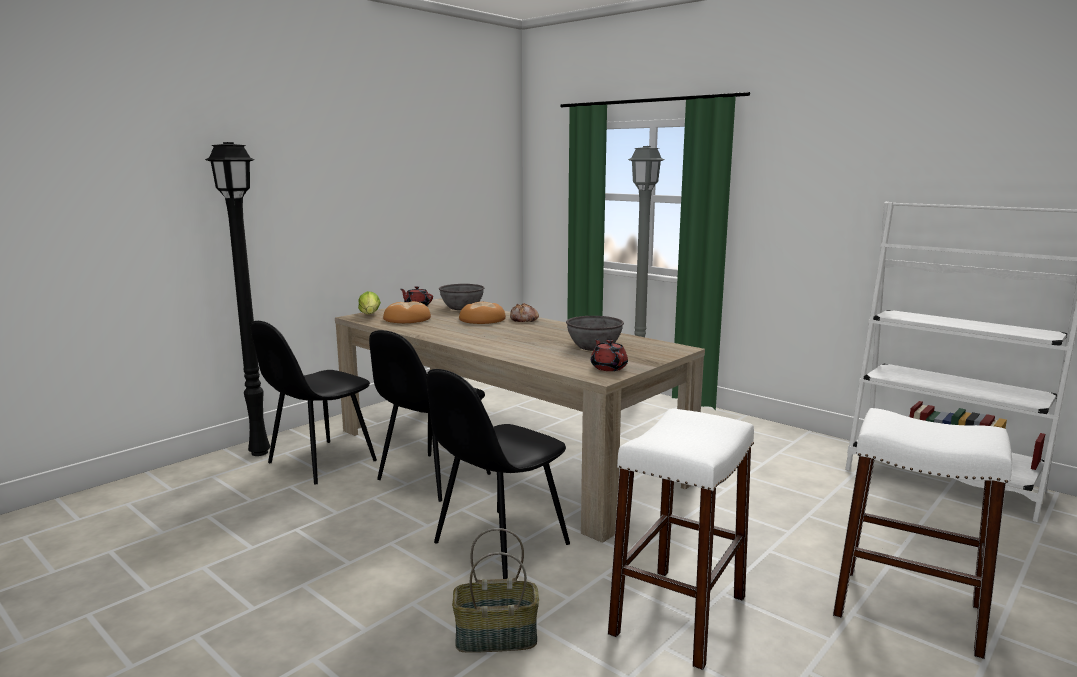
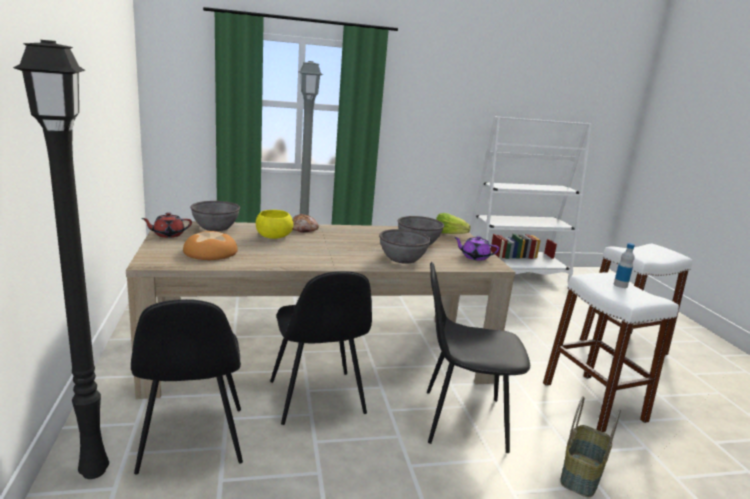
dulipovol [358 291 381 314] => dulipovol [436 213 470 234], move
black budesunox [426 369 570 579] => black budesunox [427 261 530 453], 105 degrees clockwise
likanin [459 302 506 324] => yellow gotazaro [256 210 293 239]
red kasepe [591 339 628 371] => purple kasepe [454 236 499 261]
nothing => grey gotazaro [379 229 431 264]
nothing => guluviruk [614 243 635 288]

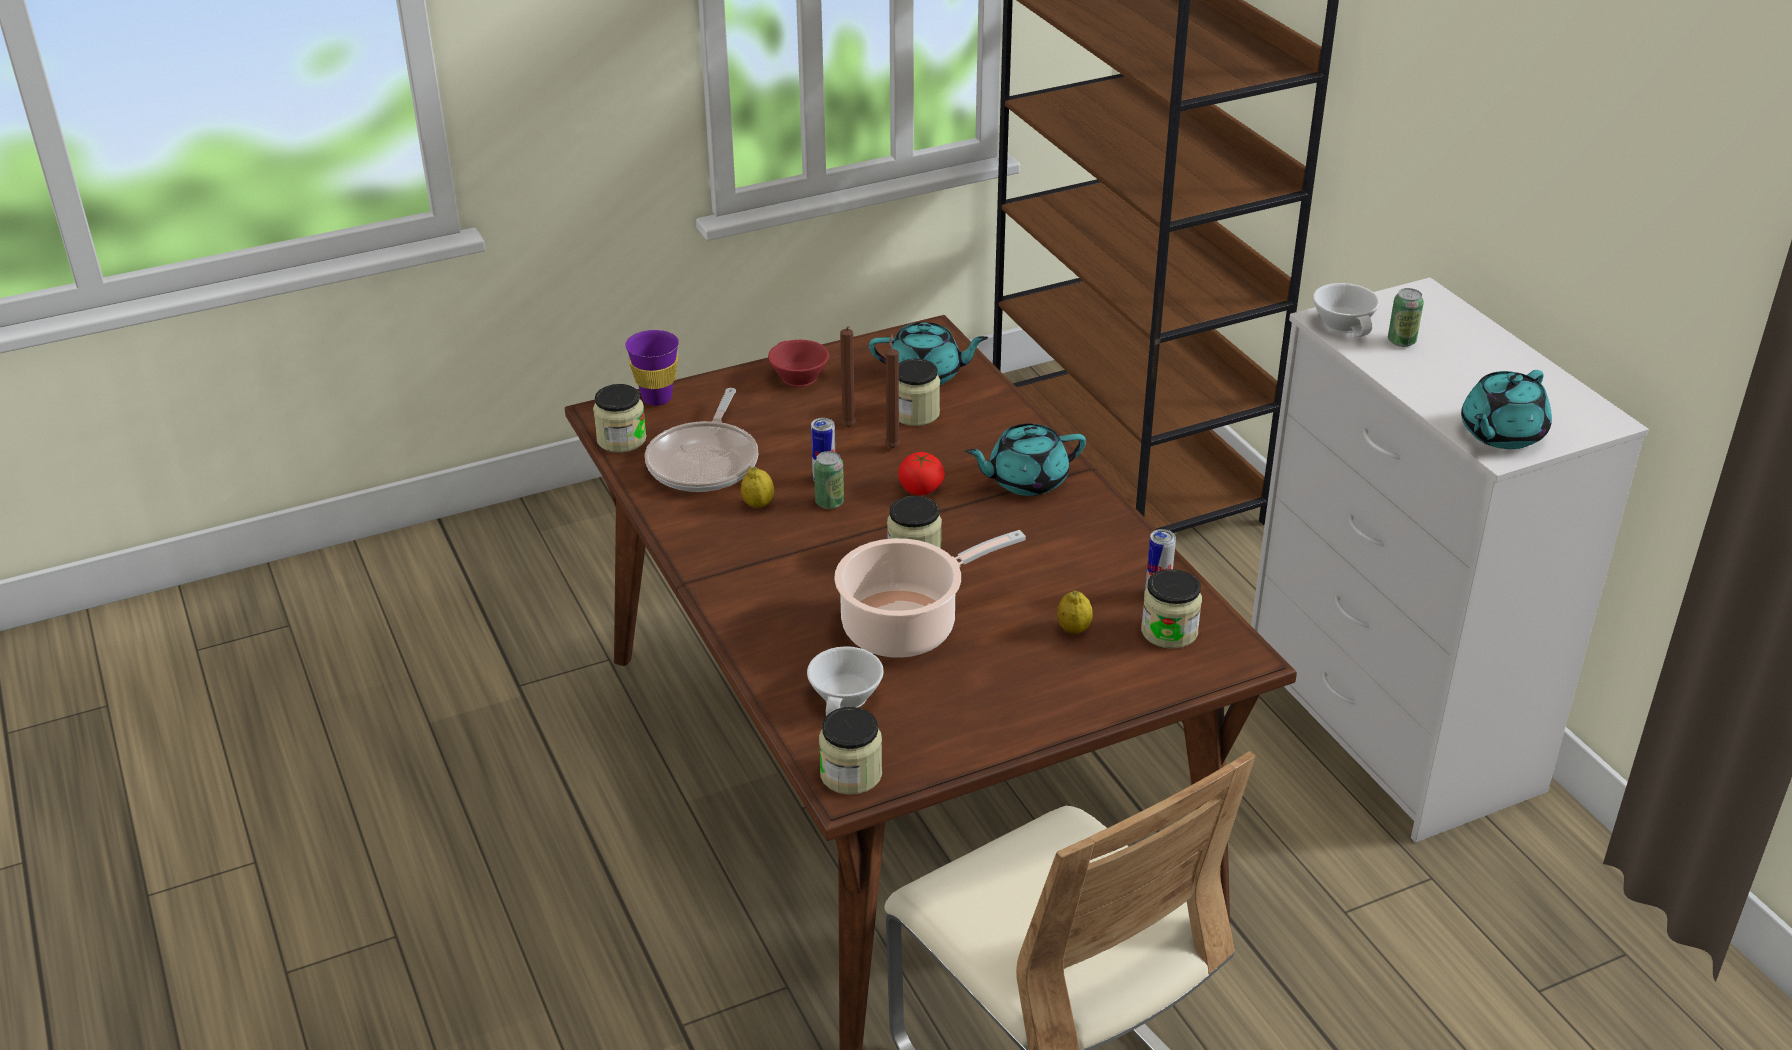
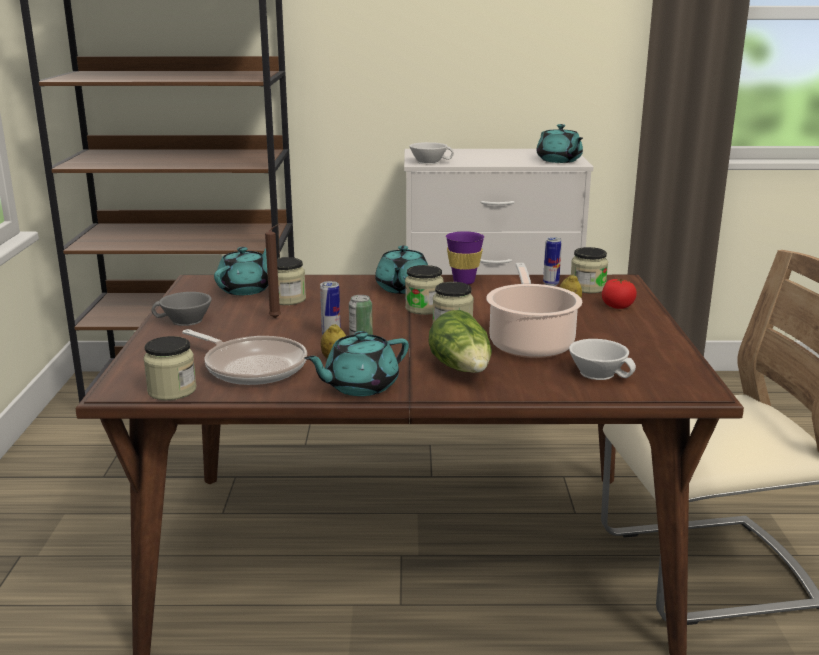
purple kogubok [625 330 679 406] => purple kogubok [446 231 484 284], move
red kogubok [768 340 829 387] => grey kogubok [151 292 212 326]
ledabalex [819 707 882 795] => ledabalex [405 265 444 315], move
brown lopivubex [885 334 900 448] => nothing
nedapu [898 452 945 495] => nedapu [602 278 637 309], move
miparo [1388 288 1424 347] => nothing
nothing => turquoise kasepe [304 331 409 396]
nothing => dulipovol [429 310 492 373]

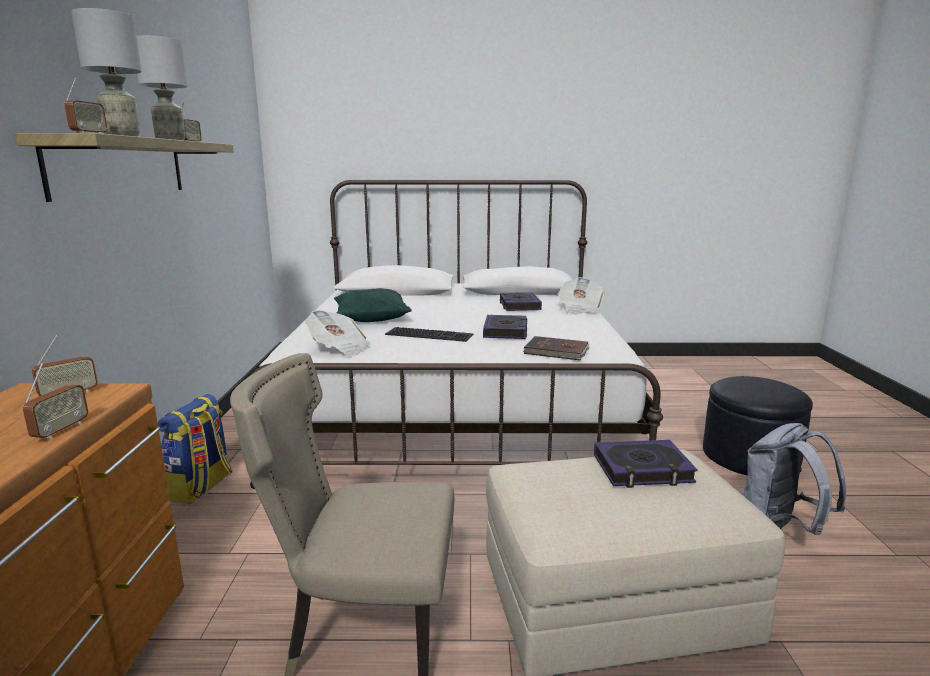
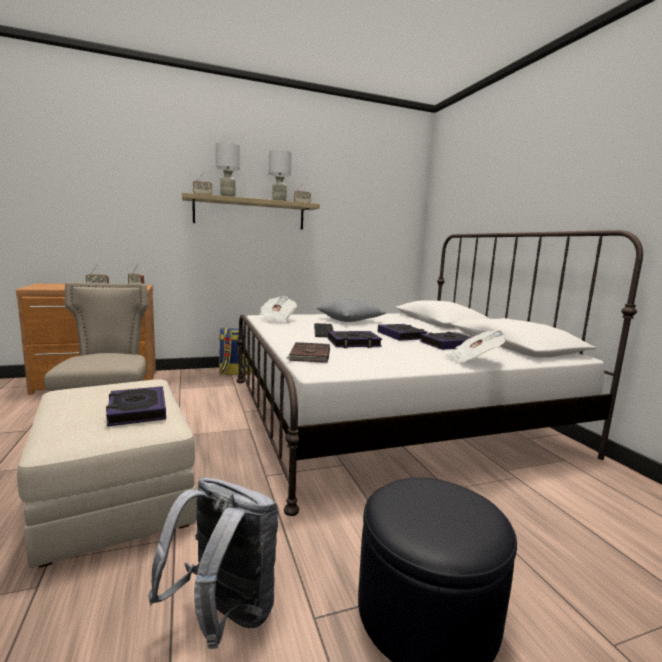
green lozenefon [334 288 412 322] => grey lozenefon [317 299 387 322]
nothing => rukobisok [378 324 428 341]

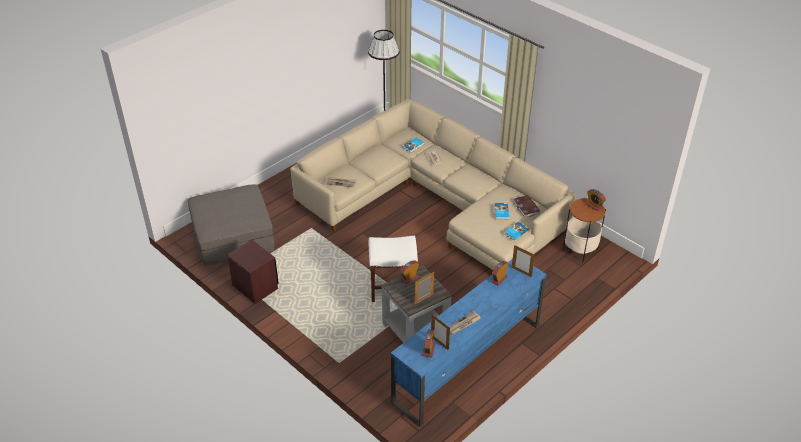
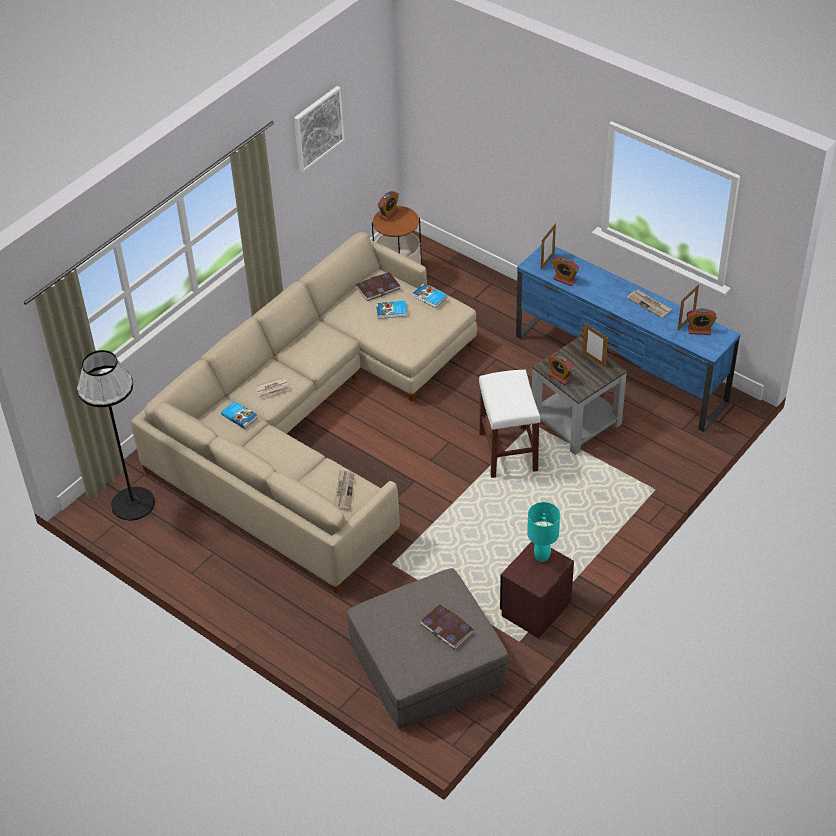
nothing => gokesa [294 86 344 172]
nothing => rukobisok [420 604 473 649]
nothing => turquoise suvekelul [527 502 560 562]

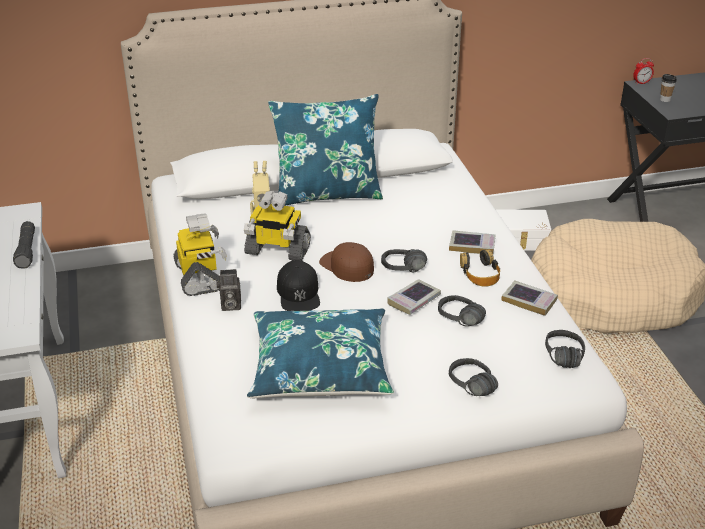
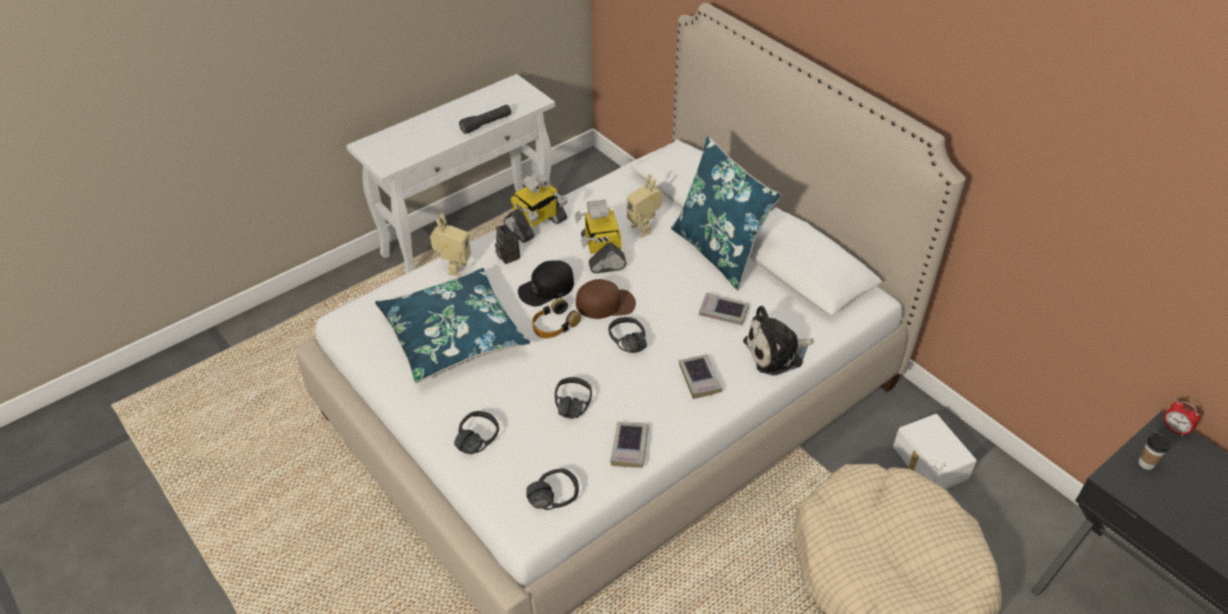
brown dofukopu [319 242 374 282] => brown dofukopu [576 279 636 319], 60 degrees clockwise
rukobisok [387 279 441 315] => rukobisok [699 292 749 325], move
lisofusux [460 249 500 287] => lisofusux [532 298 581 338], move
nothing => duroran [430 213 471 277]
nothing => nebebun [743 306 814 375]

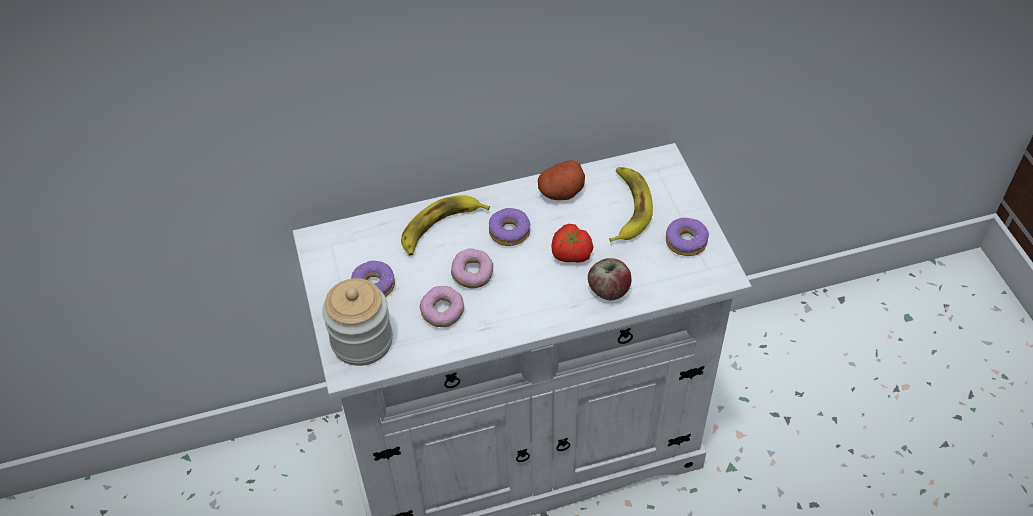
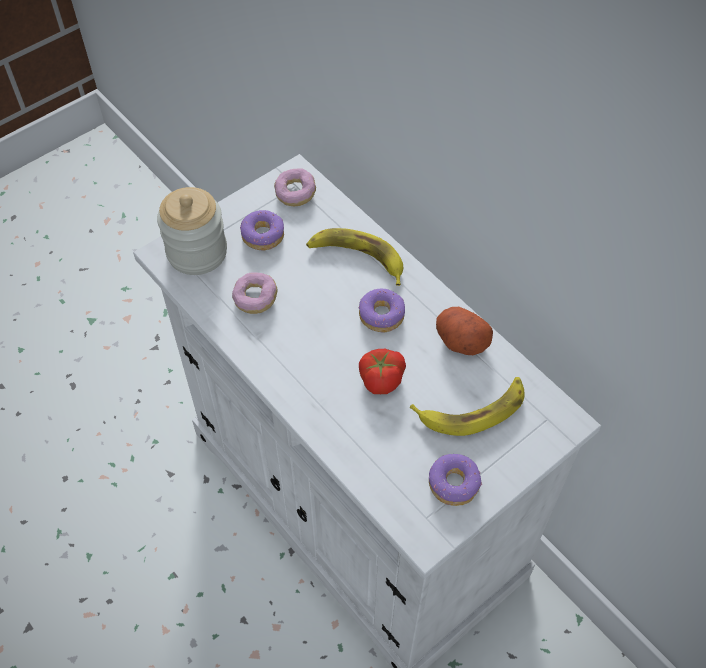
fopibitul [451 249 493 288] => fopibitul [274 168 316 206], move
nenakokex [588 258 631 300] => nothing

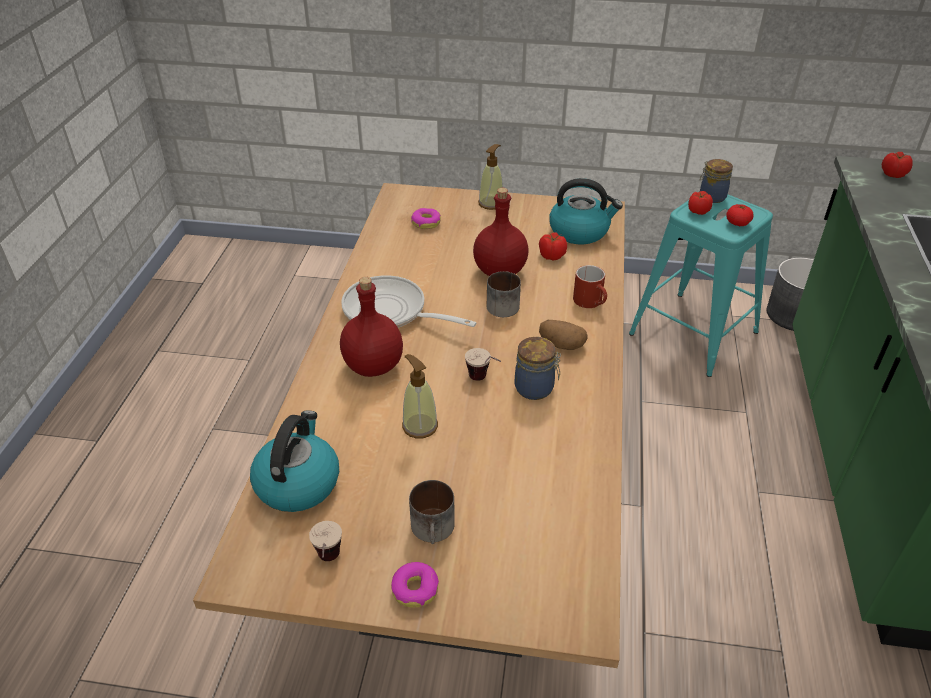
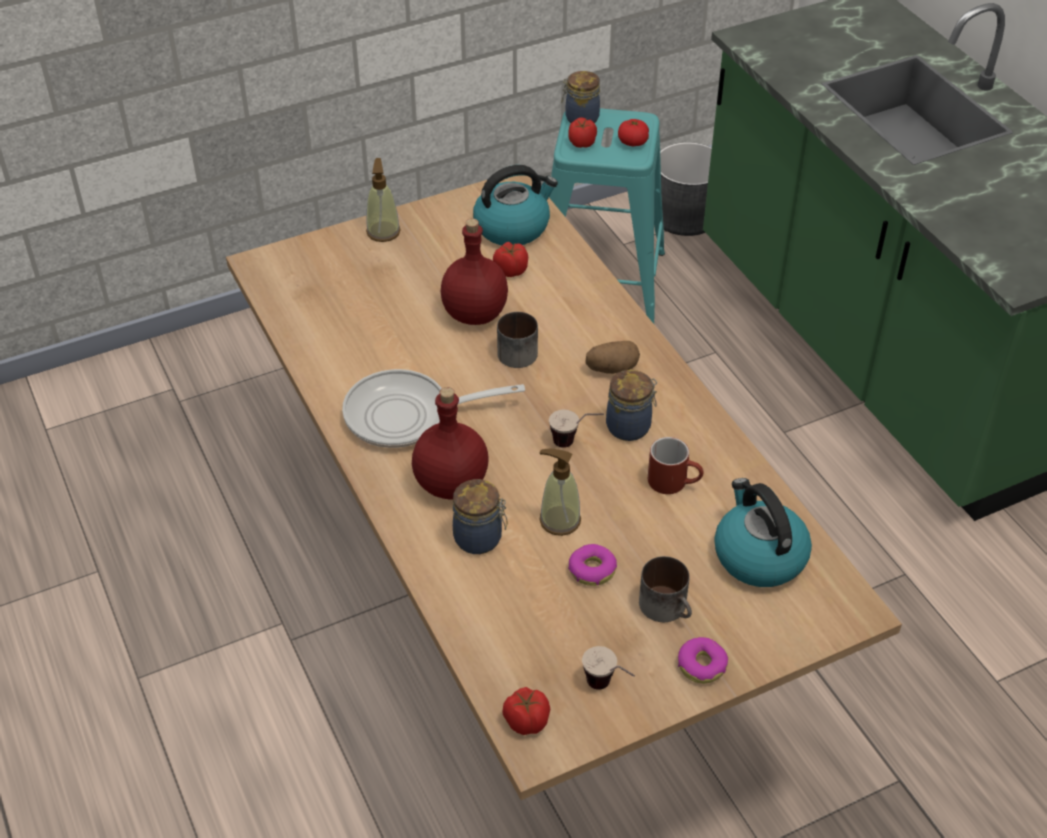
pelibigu [250 410 339 512] => pelibigu [714 478 812 587], move
fopibitul [411 208 441 229] => fopibitul [568 544 617 586], move
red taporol [573 265 607 308] => red taporol [648 437 704 494], move
nedapu [882 152 913 178] => nedapu [502 687 550 735], move
nothing => ledabalex [453 479 508 554]

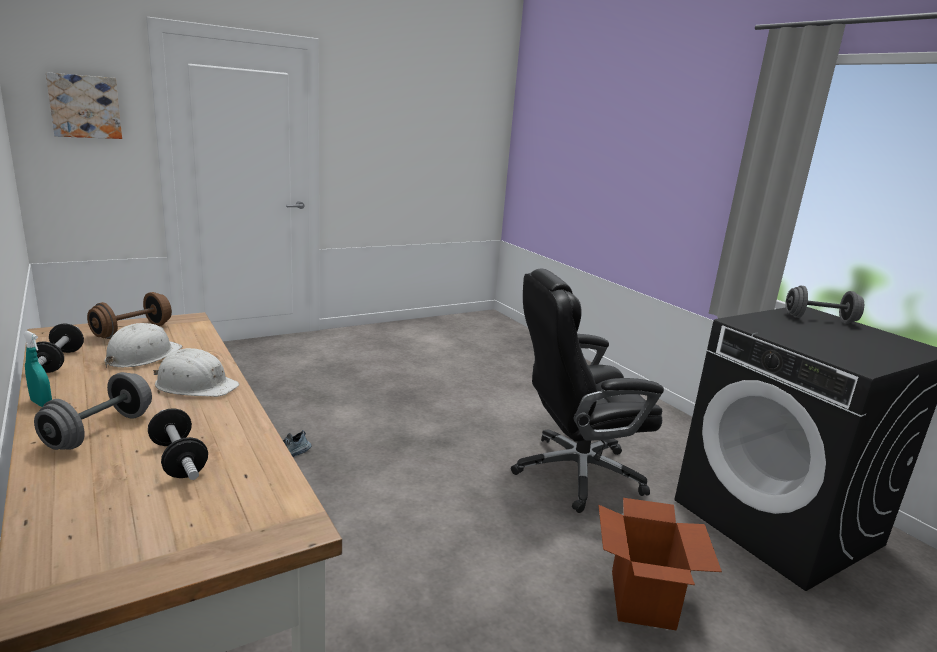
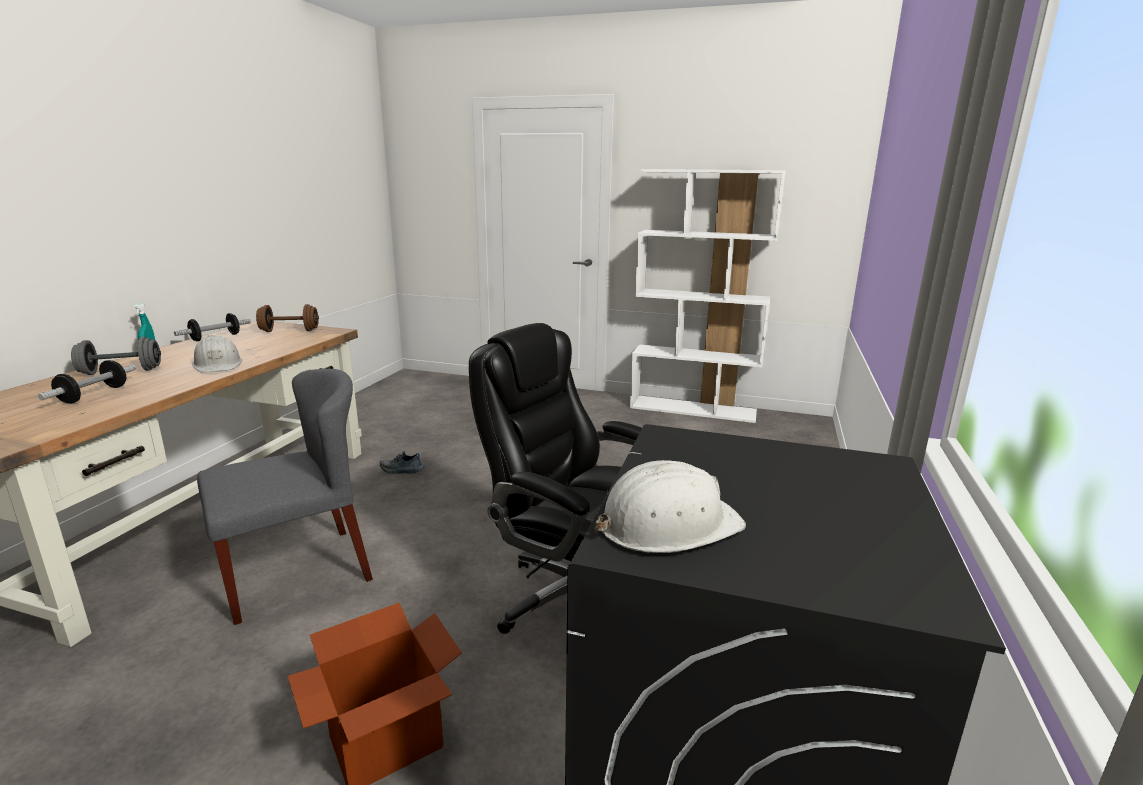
gokesa [46 72 122 139] => nothing
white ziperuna [104 323 182 368] => white ziperuna [595 460 746 553], move
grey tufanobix [785 286 864 324] => nothing
nothing => grey budesunox [197 369 373 625]
nothing => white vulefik [630 169 786 423]

